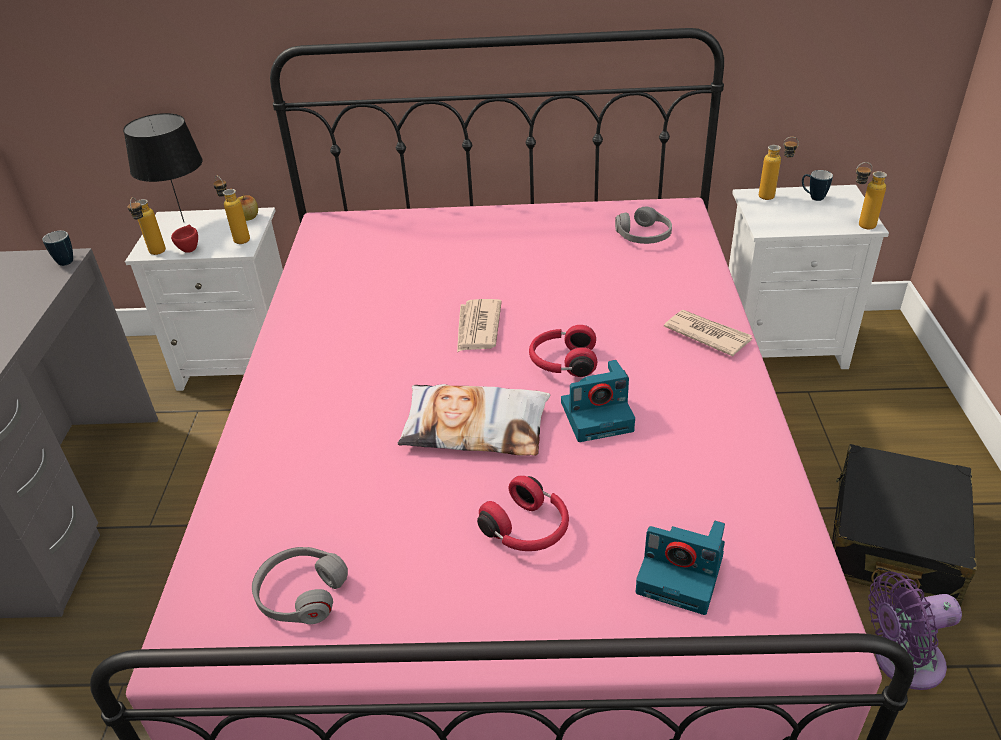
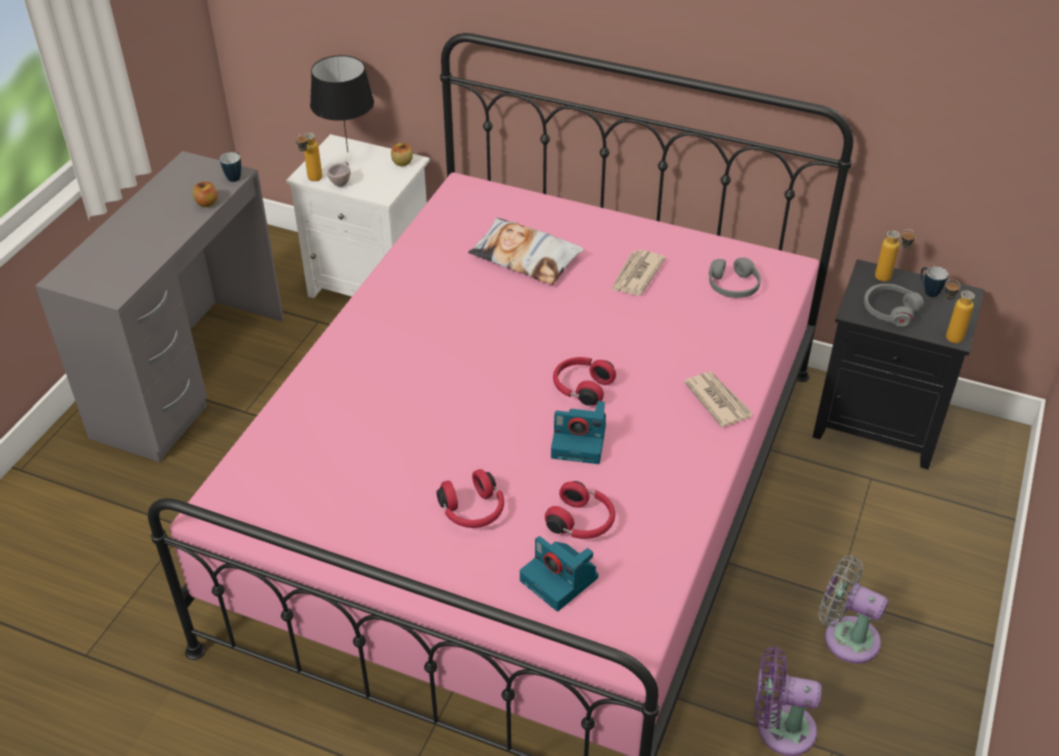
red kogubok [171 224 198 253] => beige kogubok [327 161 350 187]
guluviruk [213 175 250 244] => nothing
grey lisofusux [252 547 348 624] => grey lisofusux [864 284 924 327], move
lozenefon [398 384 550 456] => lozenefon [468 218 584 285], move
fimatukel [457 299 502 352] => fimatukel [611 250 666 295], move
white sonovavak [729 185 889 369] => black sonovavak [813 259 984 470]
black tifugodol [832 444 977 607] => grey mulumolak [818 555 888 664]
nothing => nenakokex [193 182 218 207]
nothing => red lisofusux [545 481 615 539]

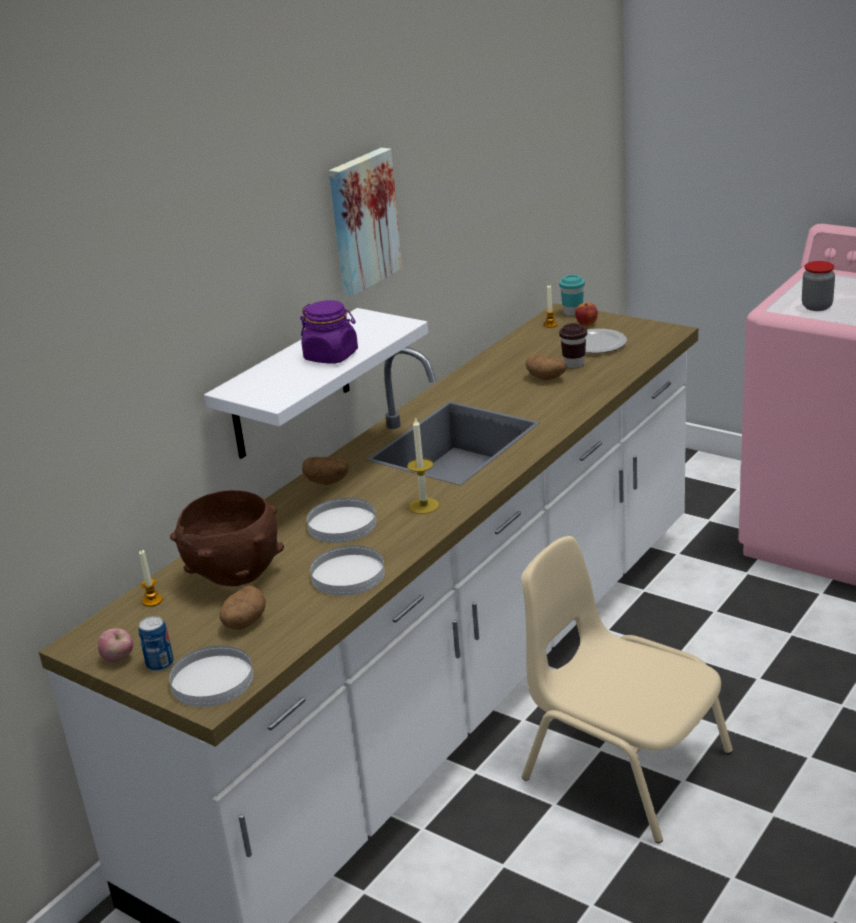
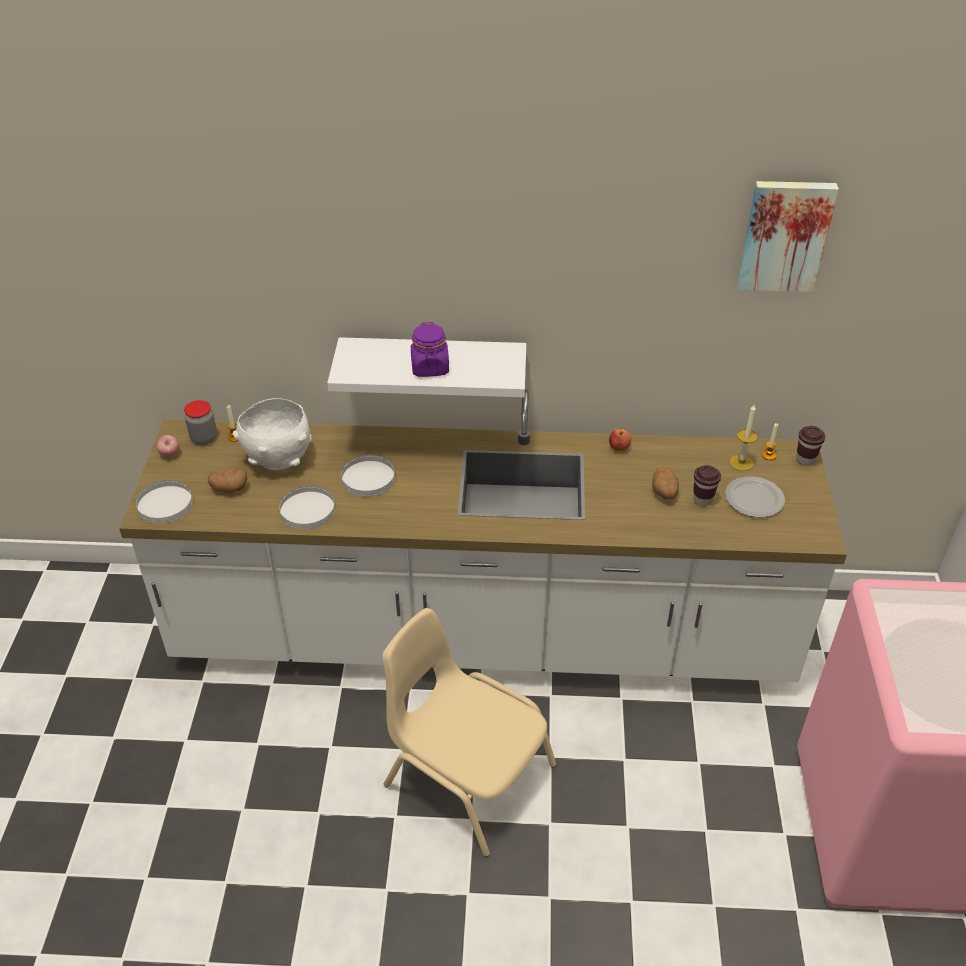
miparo [138 616 174 672] => nothing
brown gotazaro [170 490 284 586] => white gotazaro [233 398 312 470]
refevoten [302 457 349 485] => nothing
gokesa [329 148 403 296] => gokesa [737 181 839 292], move
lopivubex [407 417 439 514] => lopivubex [730 405 758 471], move
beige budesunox [521 536 733 843] => beige budesunox [383 608 556 857], 60 degrees counterclockwise
turquoise kogubok [559 275 585 316] => brown kogubok [796 426 825 466]
nenakokex [575 302 598 326] => nenakokex [609 429 631 451], move
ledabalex [802 261 835 311] => ledabalex [184 400 217 445], move

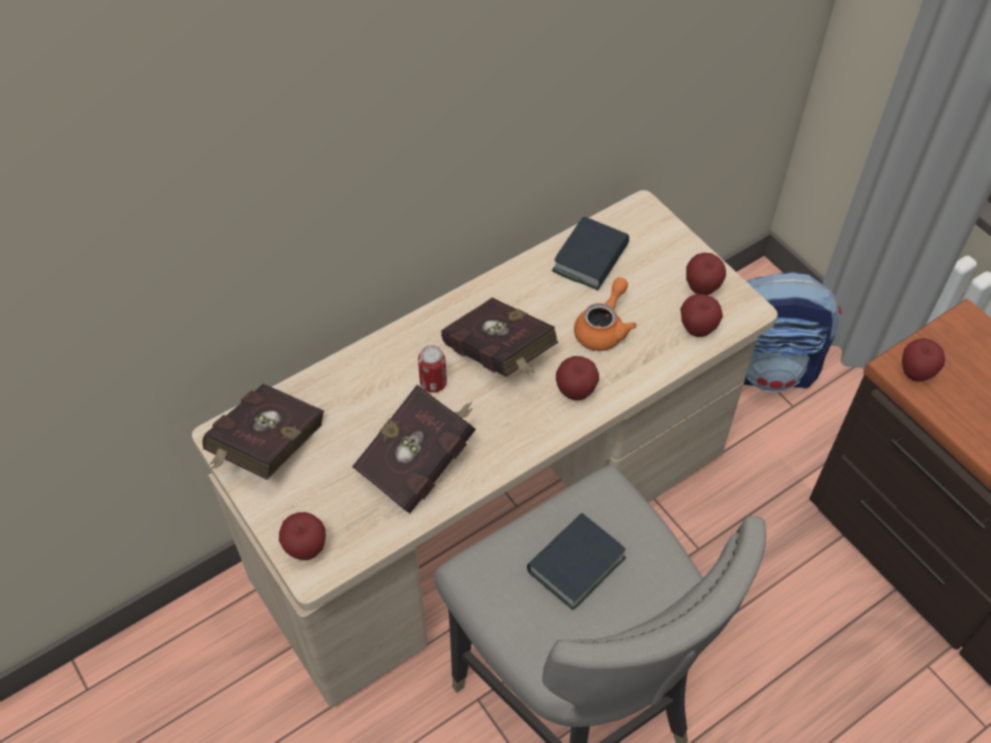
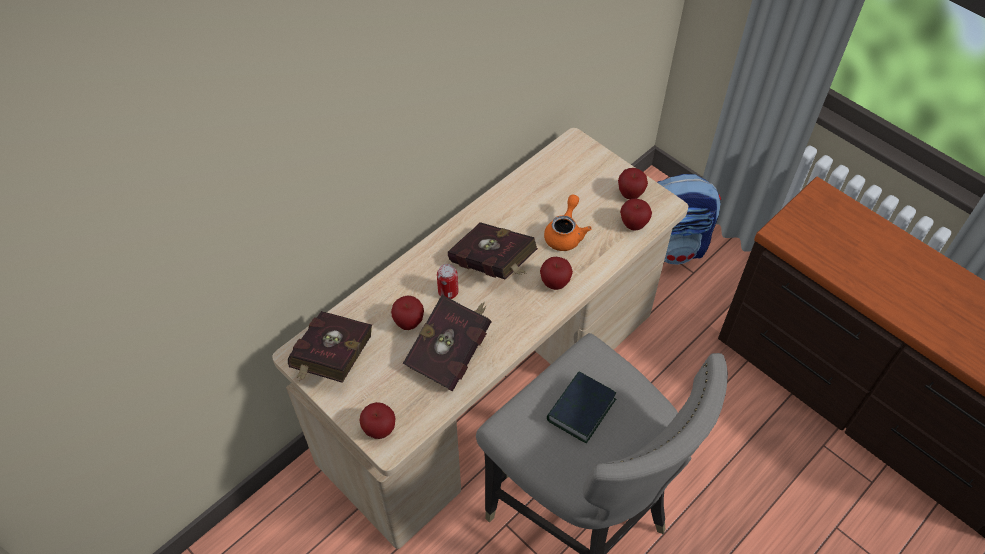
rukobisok [552 216 629 290] => nothing
nenakokex [902 338 945 382] => nenakokex [391 295 424 330], move

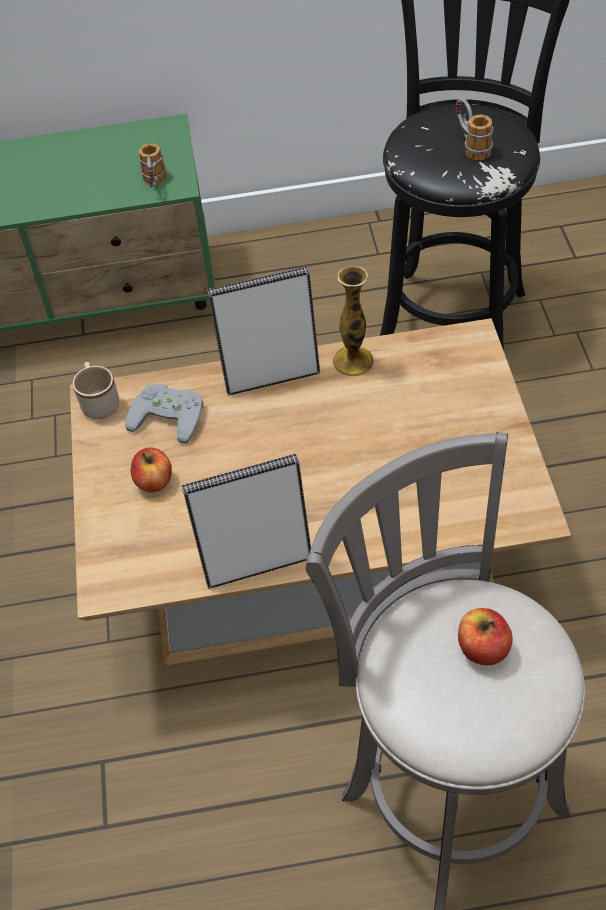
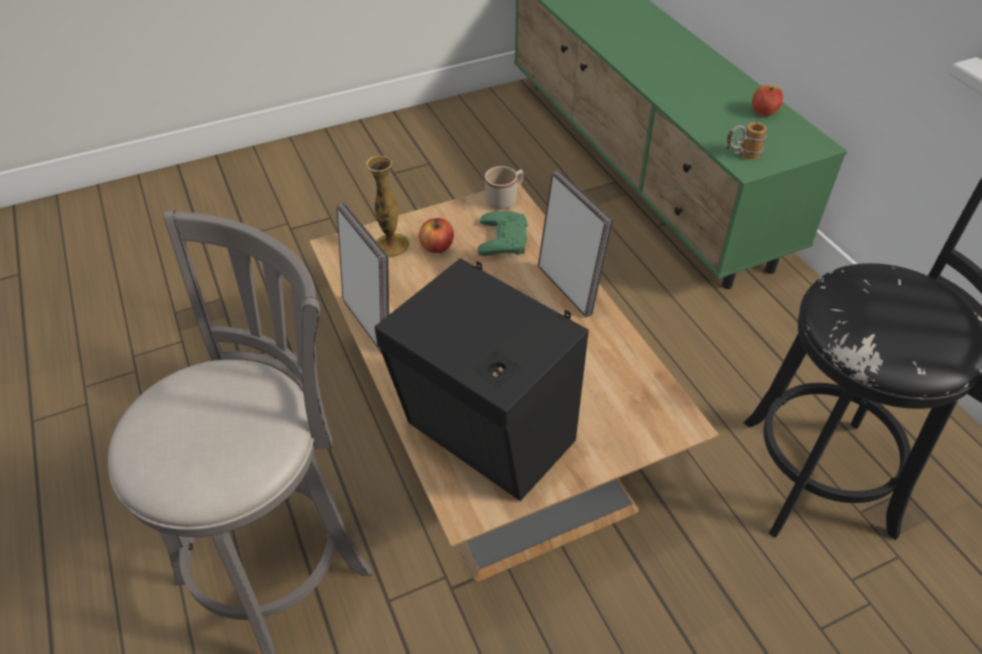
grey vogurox [125 384 203 444] => green vogurox [478 211 527 256]
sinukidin [332 266 374 377] => sinukidin [366 156 409 257], move
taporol [456 98 493 160] => nothing
nenakokex [458 608 513 665] => nenakokex [752 85 783 116], move
nothing => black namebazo [375 258 589 501]

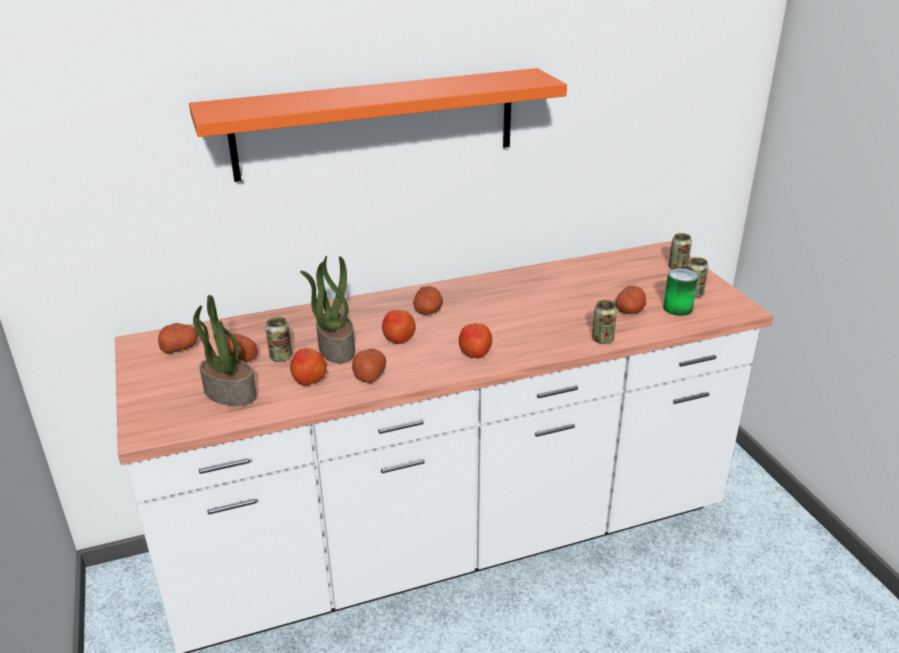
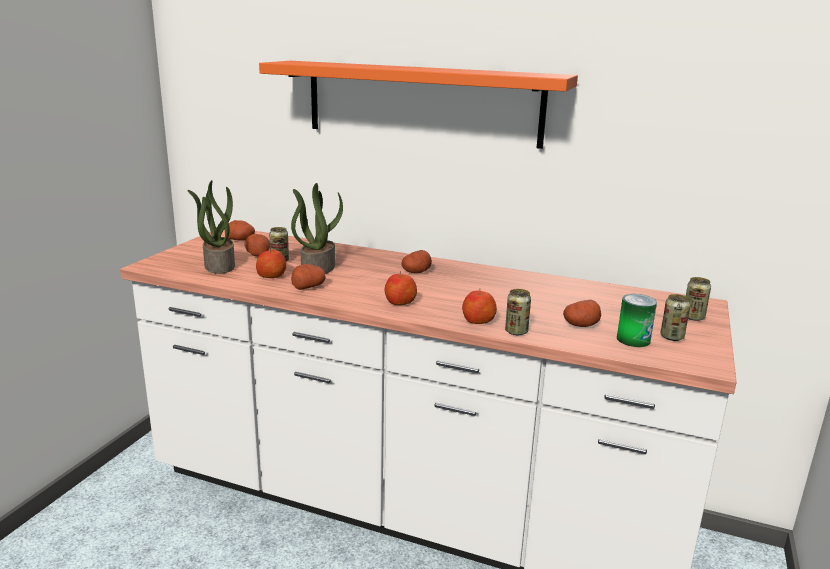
nenakokex [382 310 416 344] => nenakokex [462 291 497 324], move

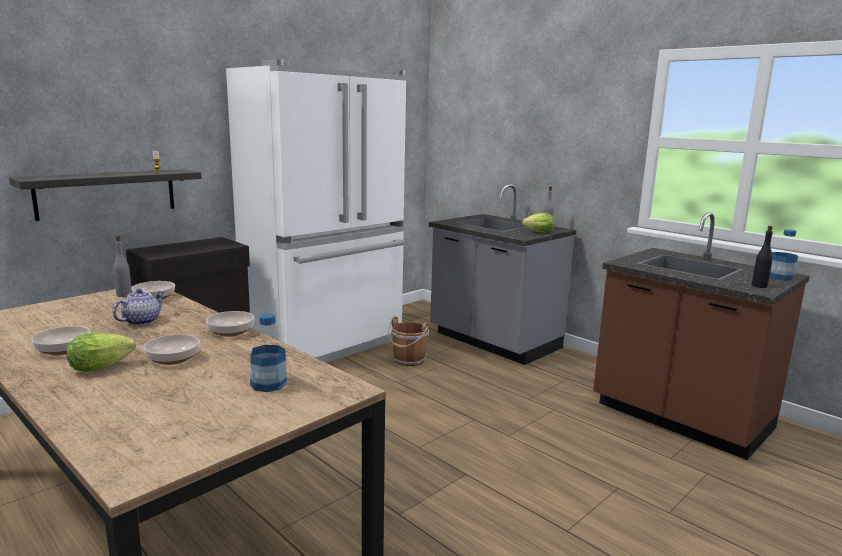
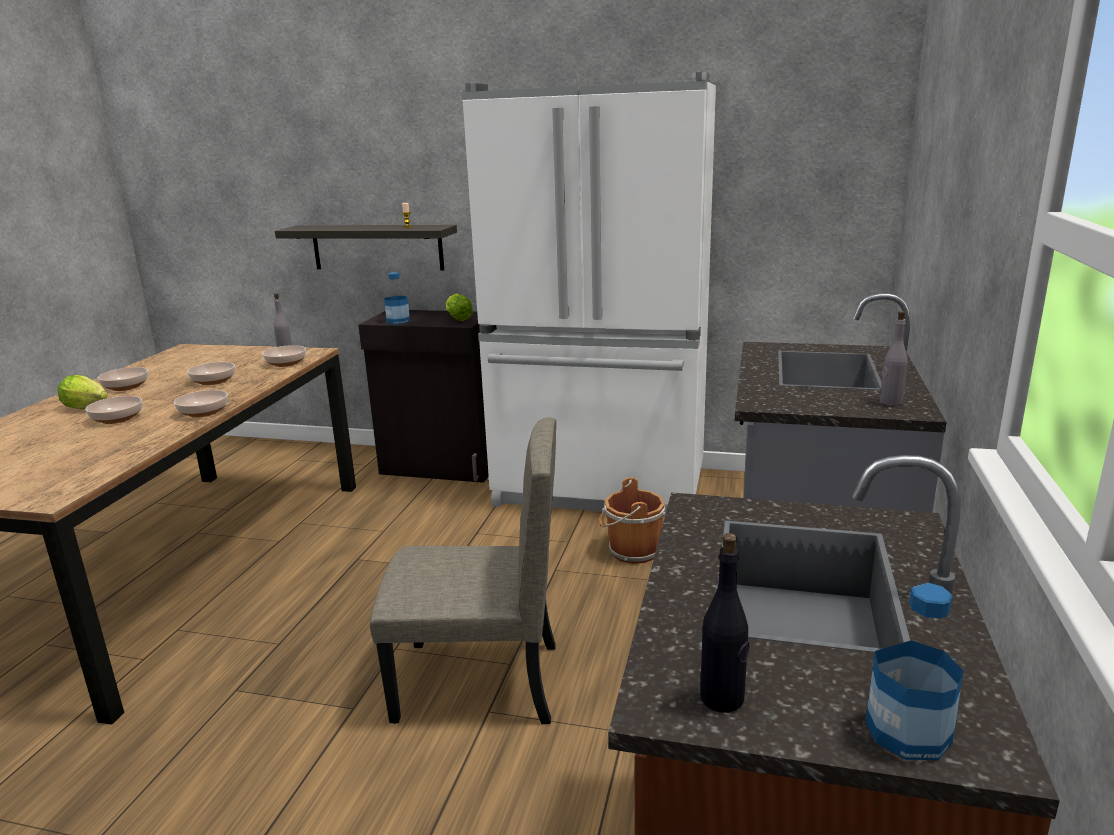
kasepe [113 289 165 326] => gotazaro [187 362 235 385]
guluviruk [250 313 287 392] => guluviruk [384 272 410 324], move
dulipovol [522 213 554 233] => dulipovol [446 293 473 321], move
nothing => beige budesunox [370 417 556 724]

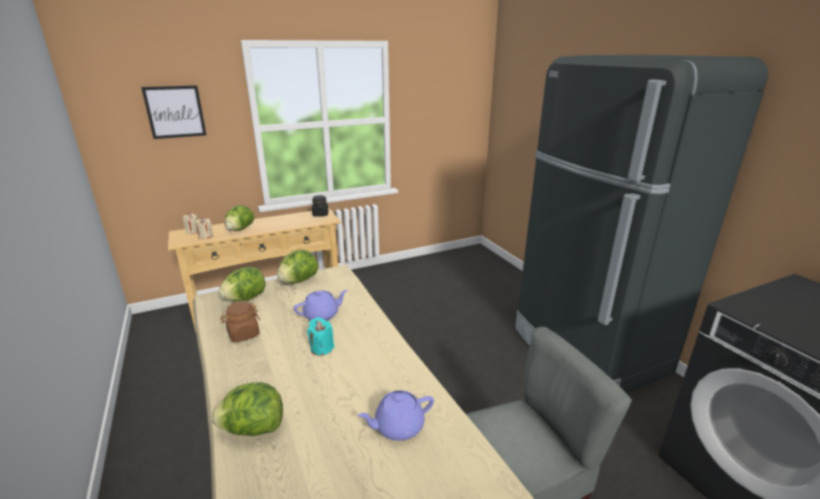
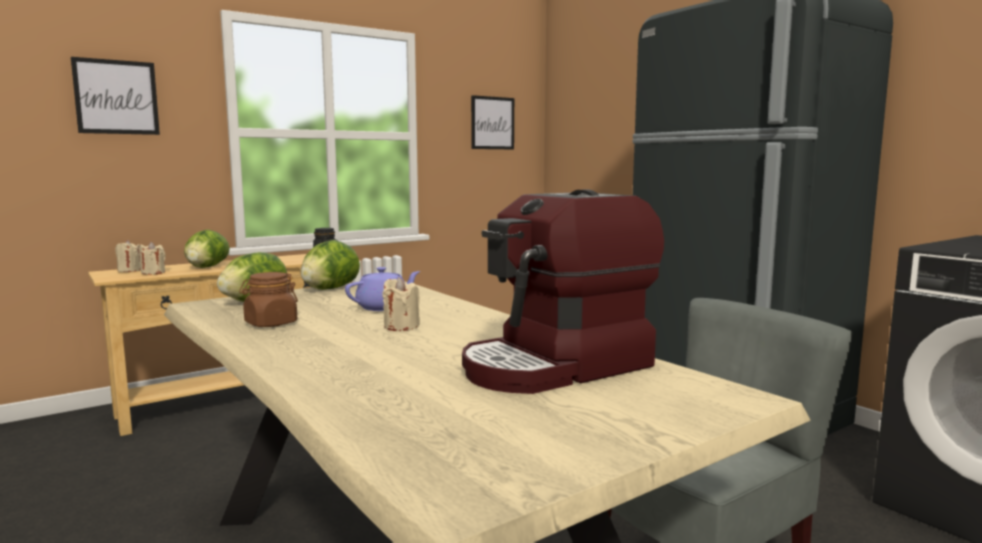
dulipovol [212 382 283 436] => nothing
turquoise lopivubex [307 317 334 356] => beige lopivubex [382 277 420 331]
purple kasepe [358 390 434 441] => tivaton [462 190 664 394]
nothing => gokesa [471 95 514 149]

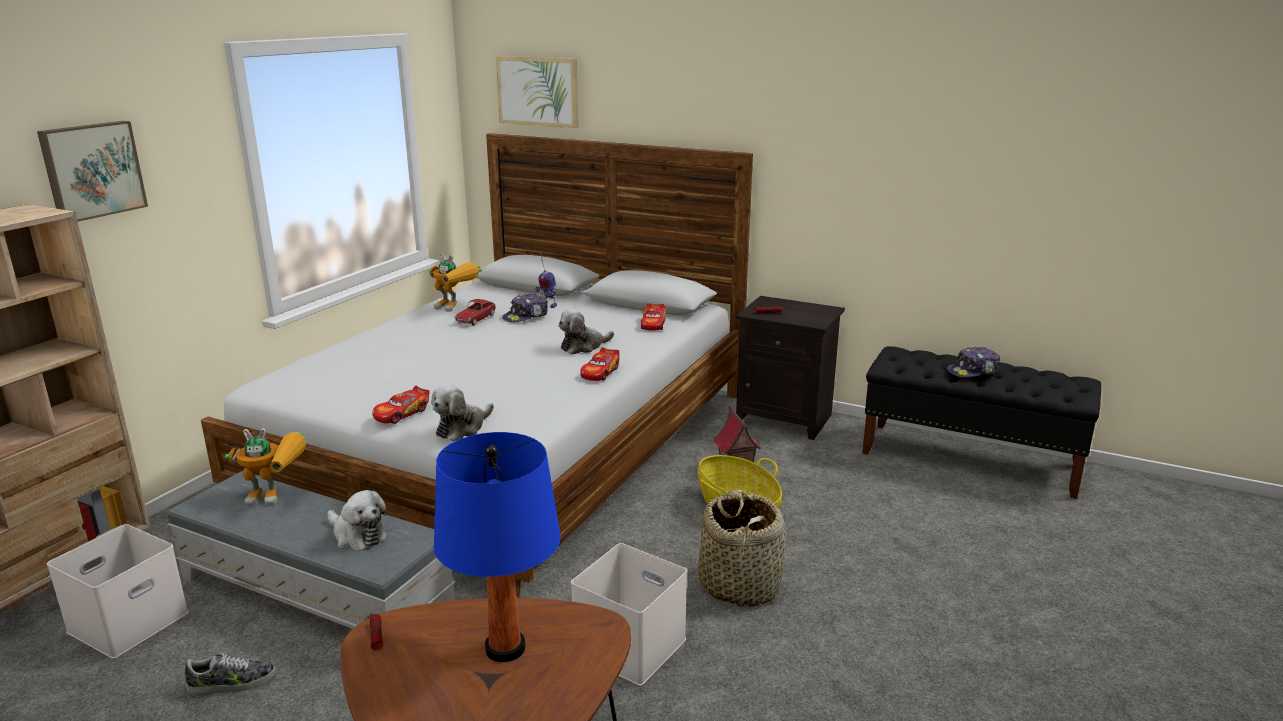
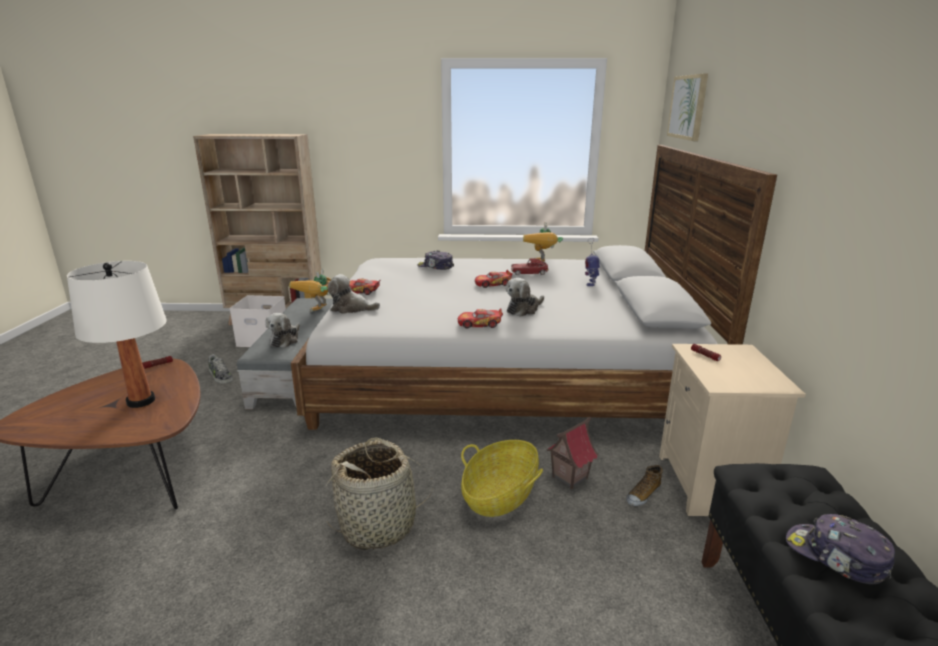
gokesa [37 121 148 221] => nothing
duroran [225 428 306 507] => duroran [289 268 331 312], 45 degrees clockwise
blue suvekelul [434 432 561 662] => white suvekelul [67 261 167 408]
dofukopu [502 293 548 323] => dofukopu [417 250 454 270], move
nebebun [558 309 614 354] => nebebun [506 278 544 317], 75 degrees counterclockwise
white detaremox [571 543 687 686] => nothing
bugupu [641 303 666 330] => bugupu [475 270 513 288], move
black sonovavak [736 296 845 440] => beige sonovavak [659 344 806 516]
nothing => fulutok [626 465 663 506]

